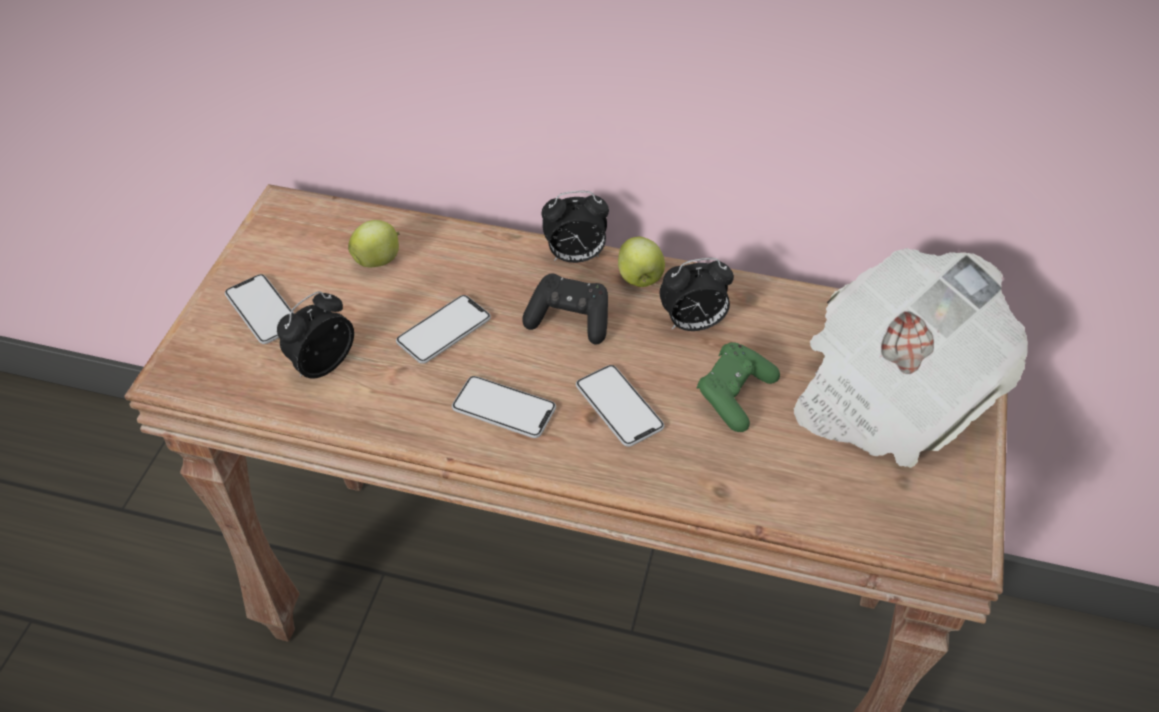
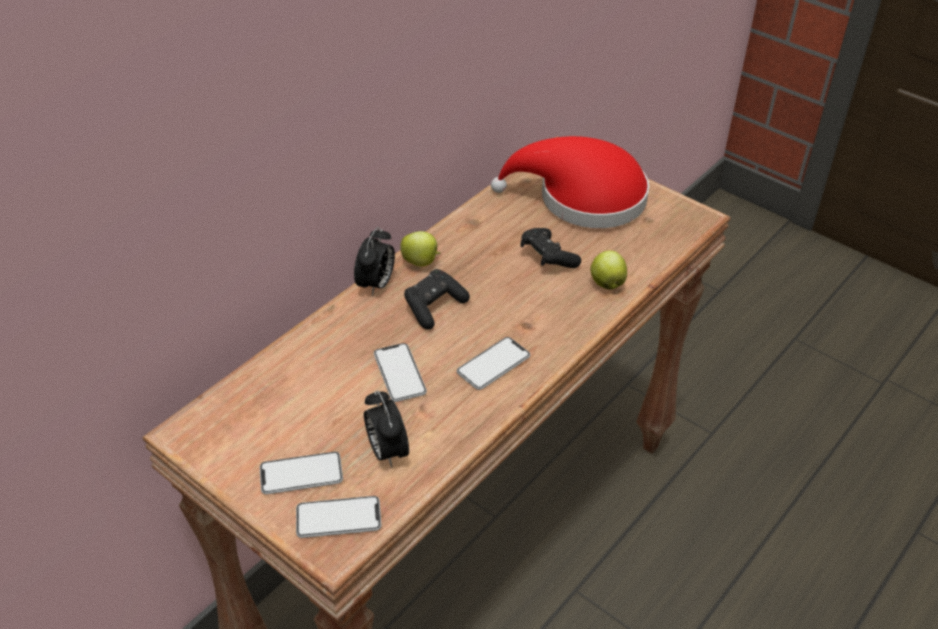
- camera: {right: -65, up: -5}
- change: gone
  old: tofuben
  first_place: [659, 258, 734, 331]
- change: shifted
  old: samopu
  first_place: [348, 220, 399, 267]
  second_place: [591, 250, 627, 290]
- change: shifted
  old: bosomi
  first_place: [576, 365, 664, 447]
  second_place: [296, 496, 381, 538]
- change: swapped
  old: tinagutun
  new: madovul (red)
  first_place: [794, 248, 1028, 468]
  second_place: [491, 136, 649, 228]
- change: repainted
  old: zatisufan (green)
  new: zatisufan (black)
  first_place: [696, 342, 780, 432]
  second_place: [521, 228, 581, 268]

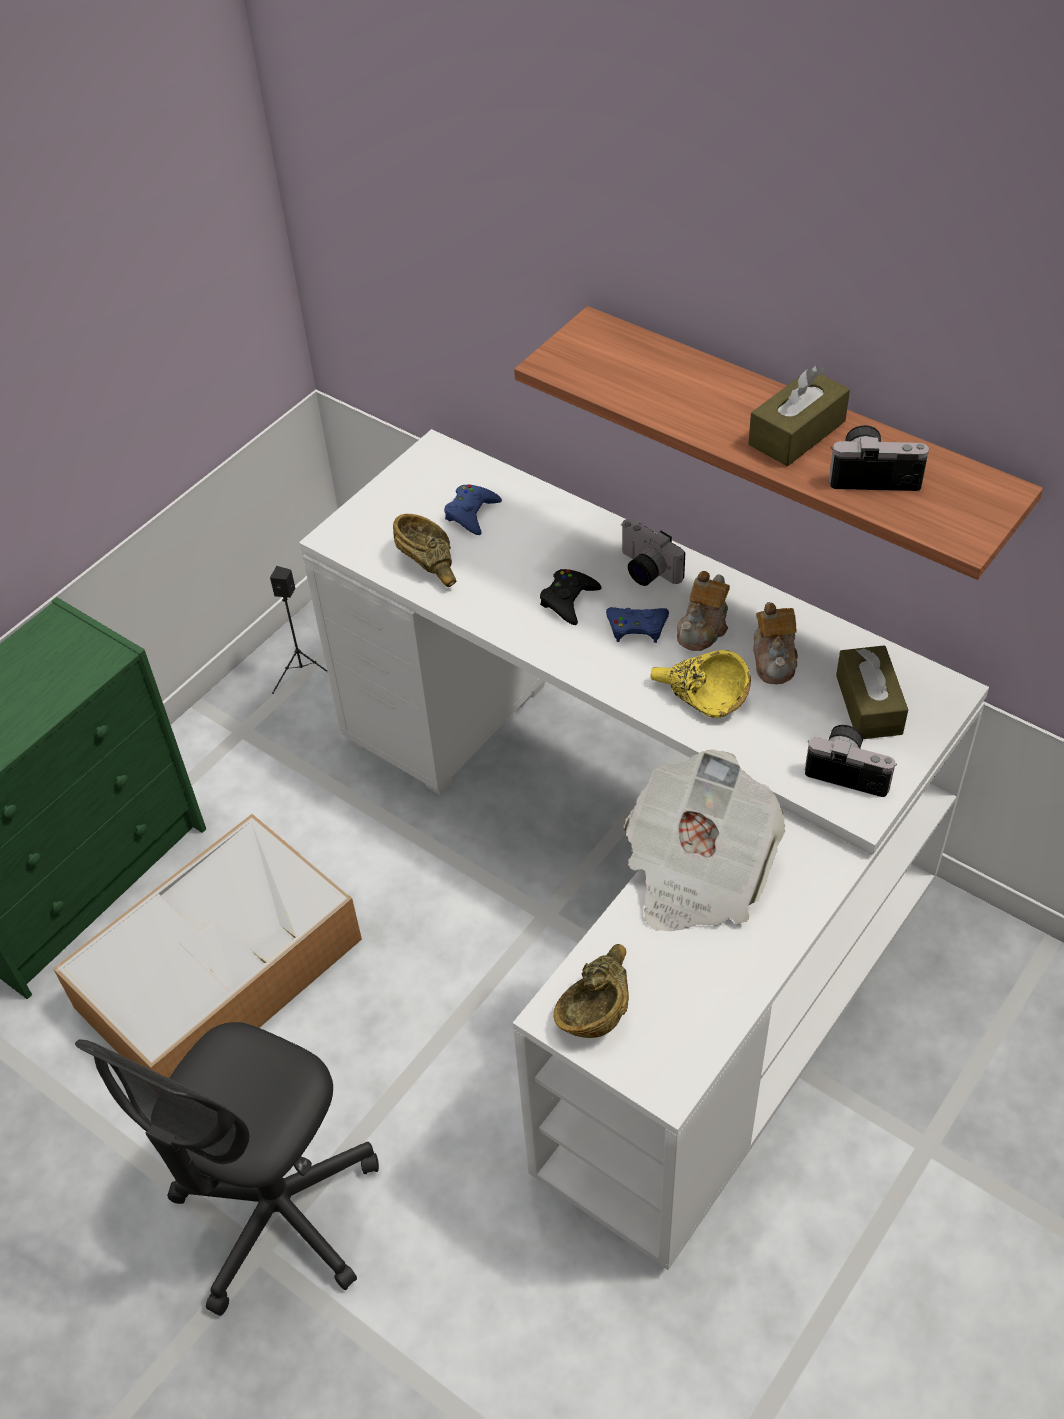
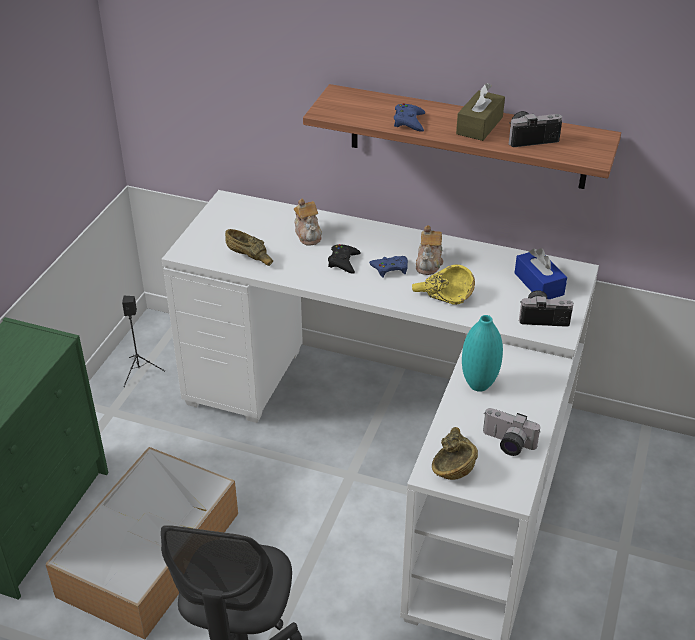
- camera: {right: -20, up: -10}
- change: shifted
  old: zatisufan (blue)
  first_place: [444, 485, 502, 535]
  second_place: [394, 103, 425, 132]
- change: shifted
  old: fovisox
  first_place: [622, 519, 685, 586]
  second_place: [483, 408, 540, 456]
- change: shifted
  old: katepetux
  first_place: [753, 602, 798, 684]
  second_place: [294, 198, 322, 246]
- change: swapped
  old: tinagutun
  new: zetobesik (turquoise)
  first_place: [624, 750, 785, 931]
  second_place: [462, 315, 503, 392]
- change: repainted
  old: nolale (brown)
  new: nolale (blue)
  first_place: [836, 645, 908, 739]
  second_place: [515, 248, 567, 299]

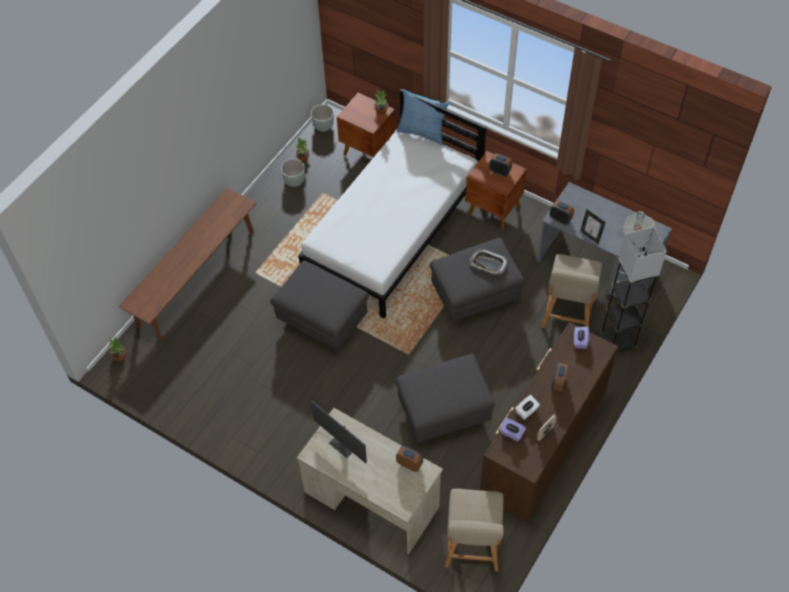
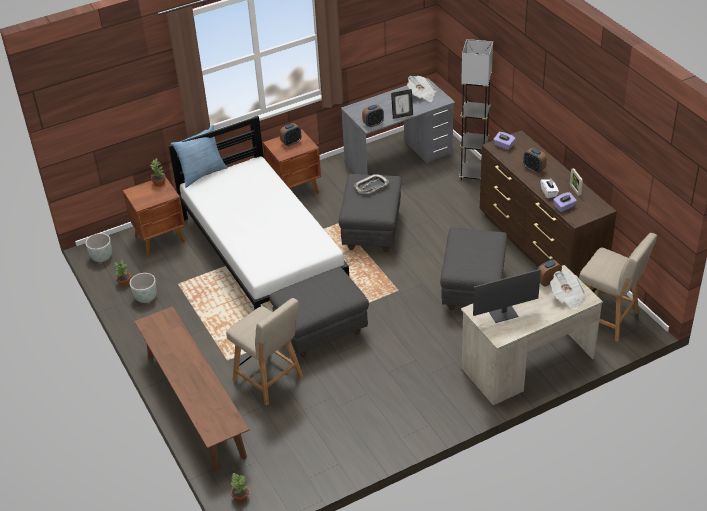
- camera: {right: -60, up: -15}
- change: new
  new: tinagutun
  second_place: [550, 271, 586, 310]
- change: shifted
  old: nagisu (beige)
  first_place: [541, 254, 602, 328]
  second_place: [226, 298, 303, 406]

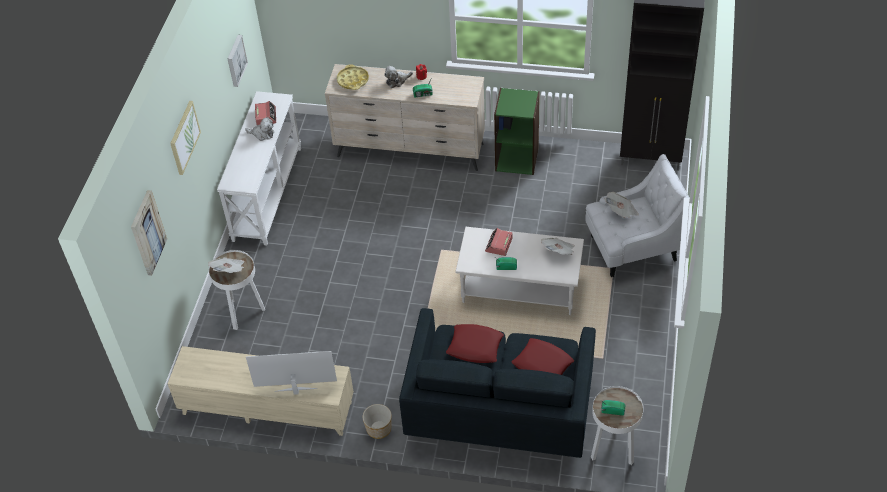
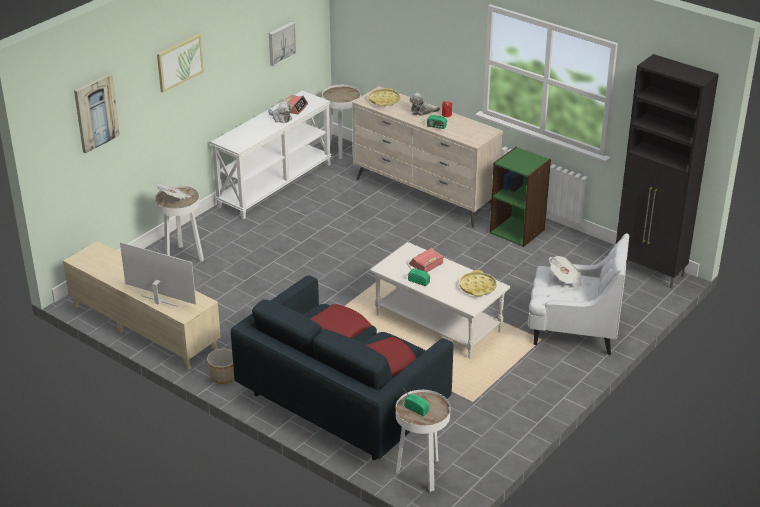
- camera: {right: 25, up: -15}
- change: new
  new: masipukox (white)
  second_place: [322, 85, 361, 159]
- change: swapped
  old: tinagutun
  new: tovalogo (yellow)
  first_place: [541, 238, 575, 255]
  second_place: [459, 270, 496, 296]

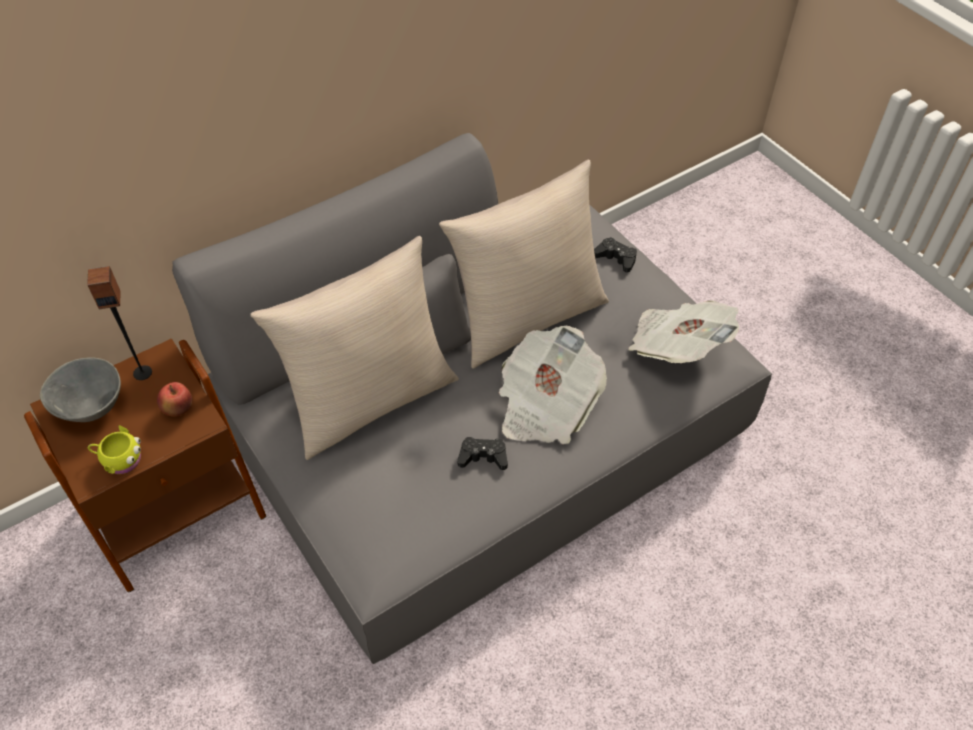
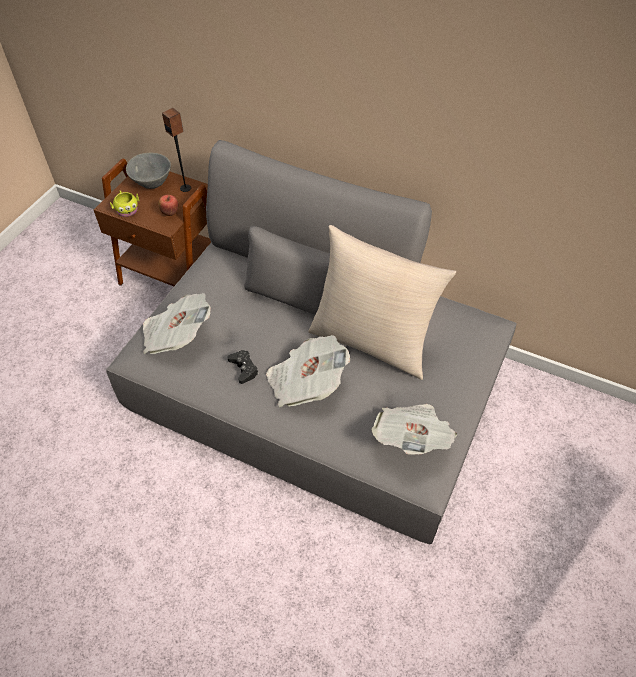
- camera: {right: 60, up: 0}
- change: gone
  old: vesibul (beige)
  first_place: [250, 236, 459, 460]
- change: gone
  old: zatisufan (black)
  first_place: [594, 237, 637, 273]
- change: new
  new: tinagutun
  second_place: [143, 293, 211, 354]

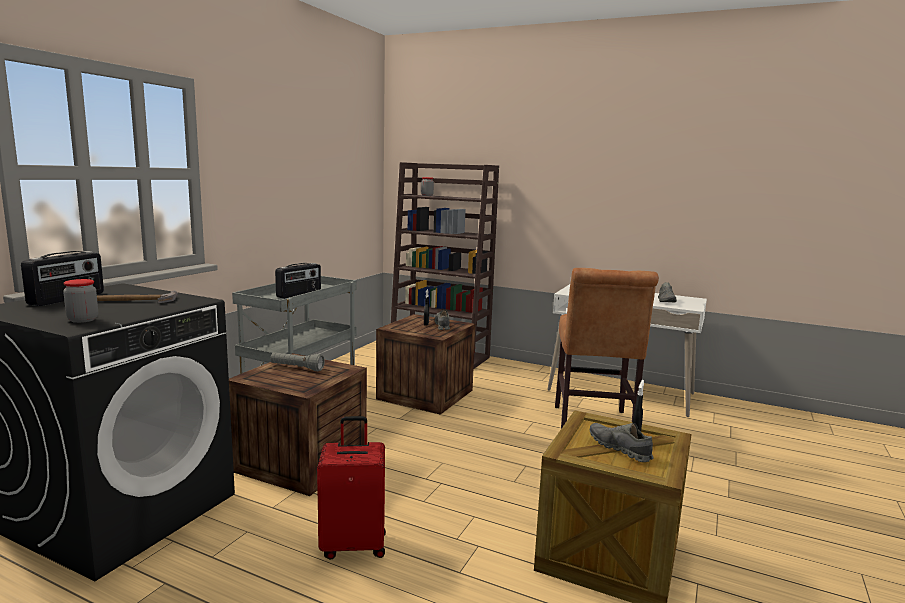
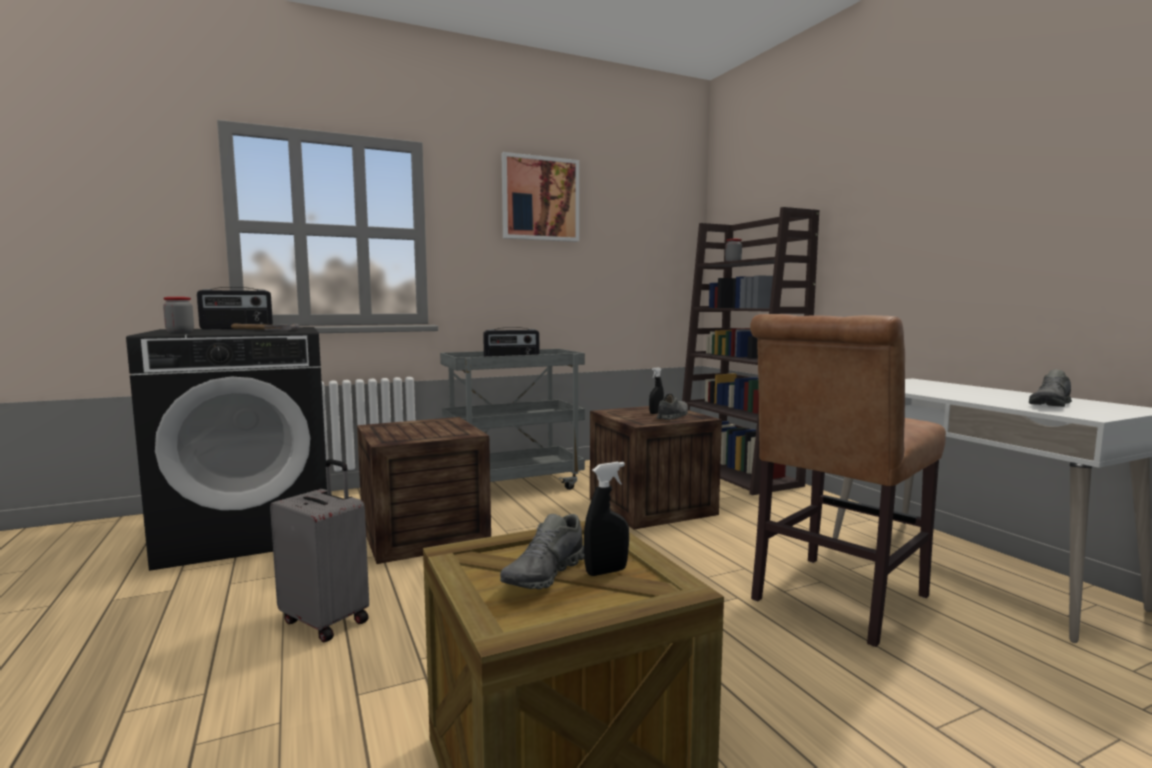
- camera: {right: 40, up: -5}
- change: gone
  old: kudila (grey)
  first_place: [270, 352, 325, 371]
- change: new
  new: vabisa
  second_place: [501, 152, 579, 242]
- change: repainted
  old: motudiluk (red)
  new: motudiluk (grey)
  first_place: [317, 416, 386, 559]
  second_place: [270, 459, 369, 642]
- change: rotated
  old: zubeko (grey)
  first_place: [590, 423, 654, 462]
  second_place: [500, 514, 584, 589]
  degrees: -150

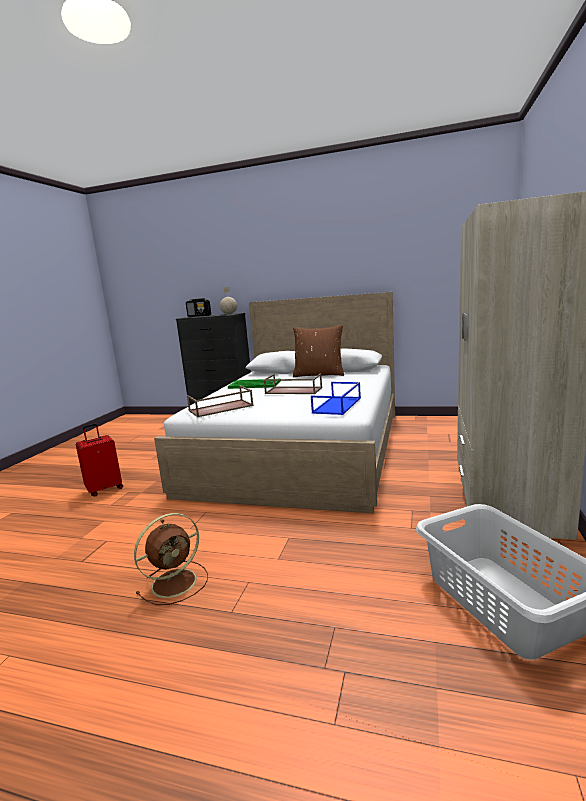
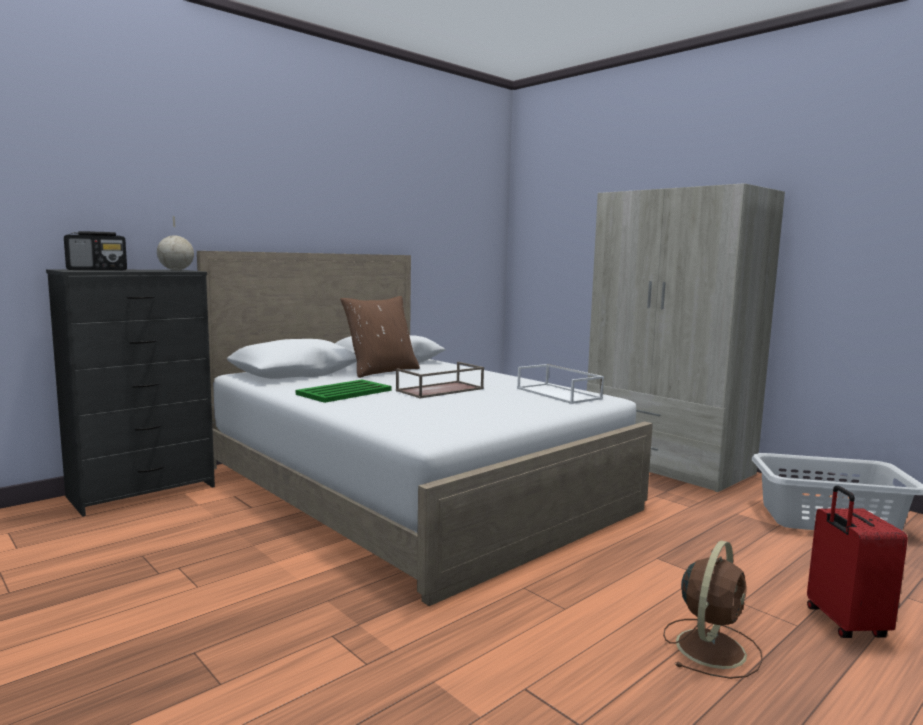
- camera: {right: -60, up: -5}
- change: gone
  old: tovalogo (brown)
  first_place: [187, 385, 254, 417]
- change: shifted
  old: motudiluk (red)
  first_place: [76, 423, 123, 496]
  second_place: [807, 485, 908, 638]
- change: repainted
  old: tovalogo (blue)
  new: tovalogo (white)
  first_place: [311, 382, 361, 415]
  second_place: [517, 364, 604, 404]
- change: rotated
  old: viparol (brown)
  first_place: [134, 513, 208, 605]
  second_place: [663, 541, 763, 679]
  degrees: 45

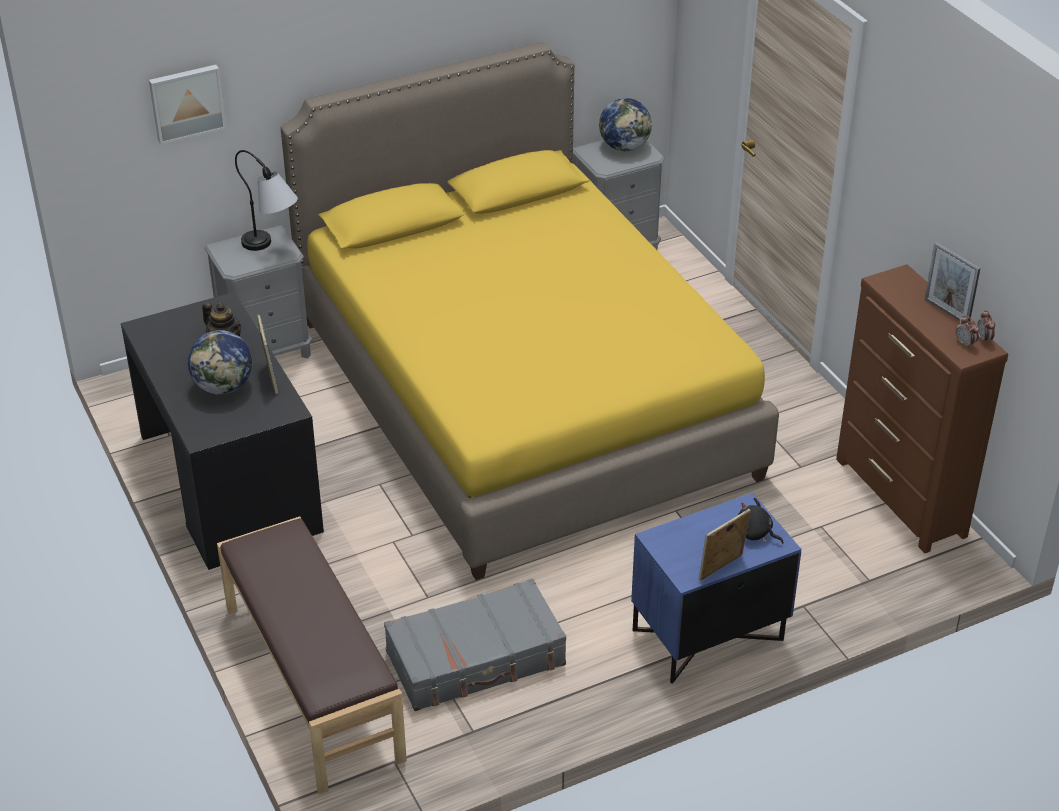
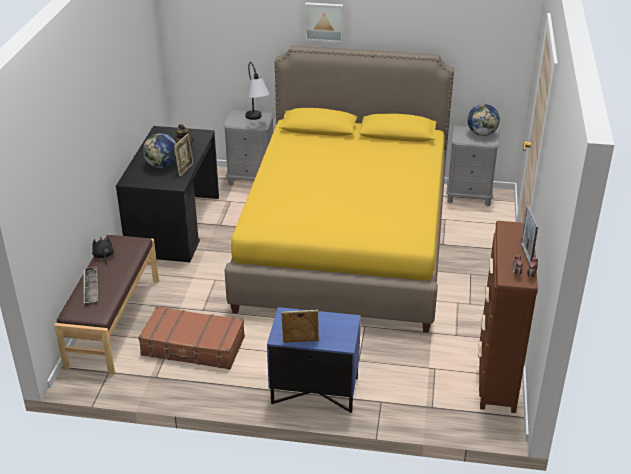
- camera: {right: 35, up: -5}
- change: new
  new: tovalogo
  second_place: [83, 267, 98, 306]
- change: shifted
  old: vabisa
  first_place: [149, 65, 226, 144]
  second_place: [305, 2, 343, 42]
- change: shifted
  old: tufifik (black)
  first_place: [738, 498, 784, 544]
  second_place: [92, 236, 114, 264]
- change: repainted
  old: motudiluk (grey)
  new: motudiluk (brown)
  first_place: [384, 578, 566, 711]
  second_place: [138, 306, 245, 370]

